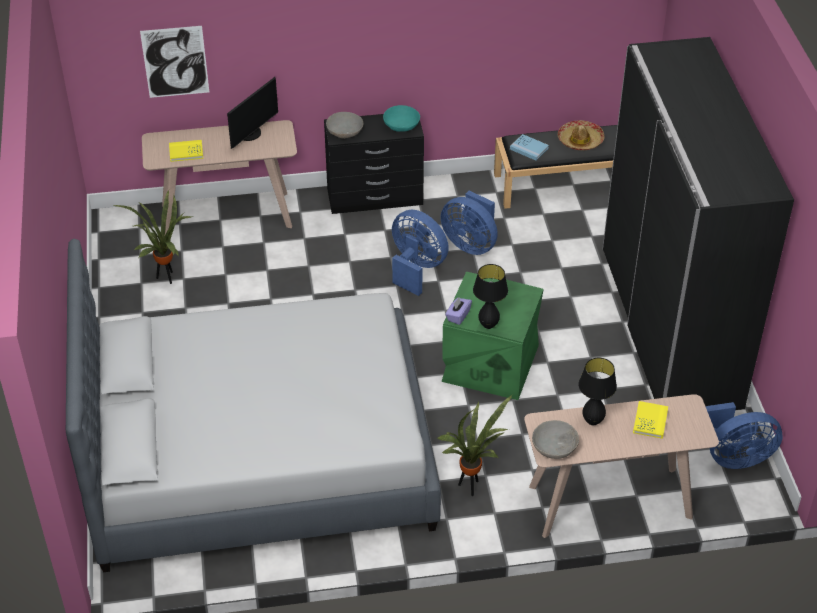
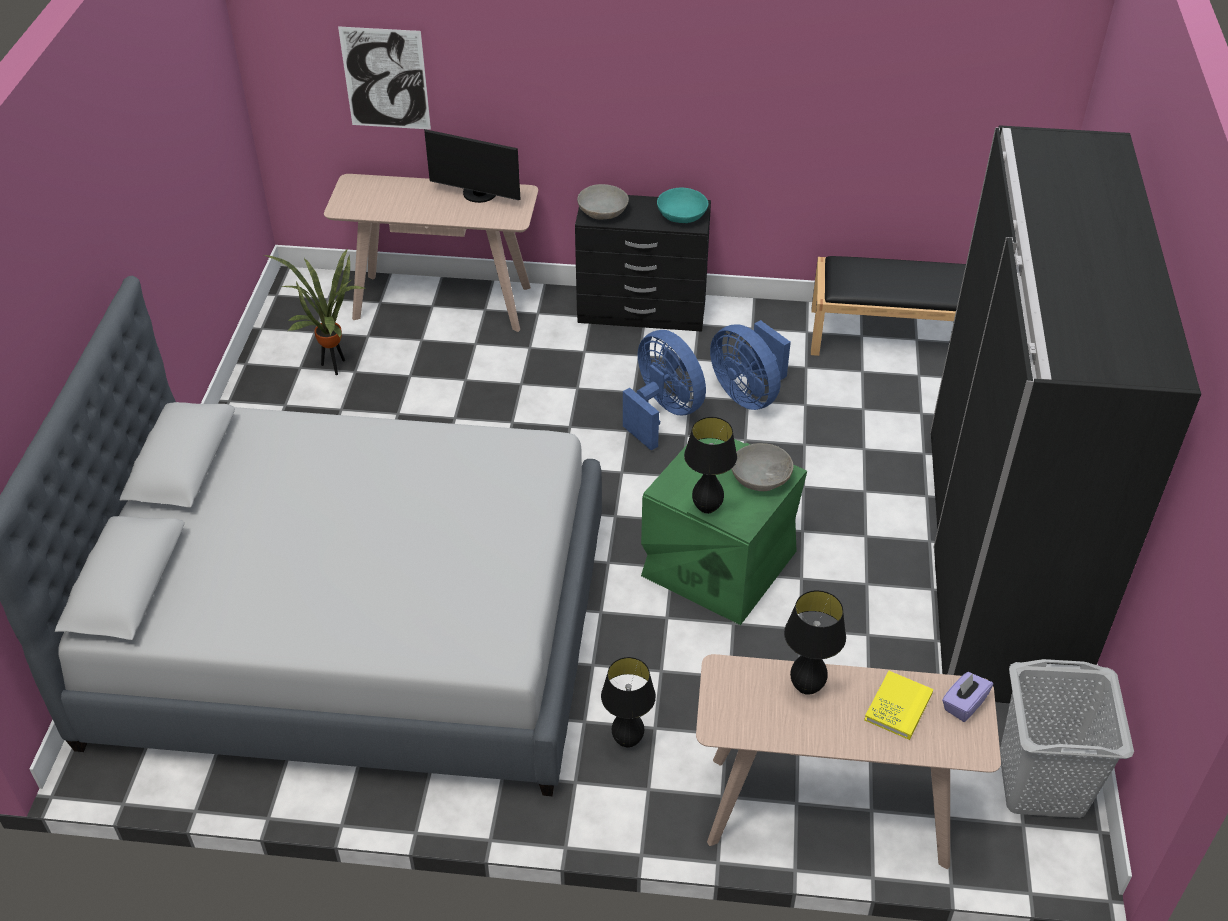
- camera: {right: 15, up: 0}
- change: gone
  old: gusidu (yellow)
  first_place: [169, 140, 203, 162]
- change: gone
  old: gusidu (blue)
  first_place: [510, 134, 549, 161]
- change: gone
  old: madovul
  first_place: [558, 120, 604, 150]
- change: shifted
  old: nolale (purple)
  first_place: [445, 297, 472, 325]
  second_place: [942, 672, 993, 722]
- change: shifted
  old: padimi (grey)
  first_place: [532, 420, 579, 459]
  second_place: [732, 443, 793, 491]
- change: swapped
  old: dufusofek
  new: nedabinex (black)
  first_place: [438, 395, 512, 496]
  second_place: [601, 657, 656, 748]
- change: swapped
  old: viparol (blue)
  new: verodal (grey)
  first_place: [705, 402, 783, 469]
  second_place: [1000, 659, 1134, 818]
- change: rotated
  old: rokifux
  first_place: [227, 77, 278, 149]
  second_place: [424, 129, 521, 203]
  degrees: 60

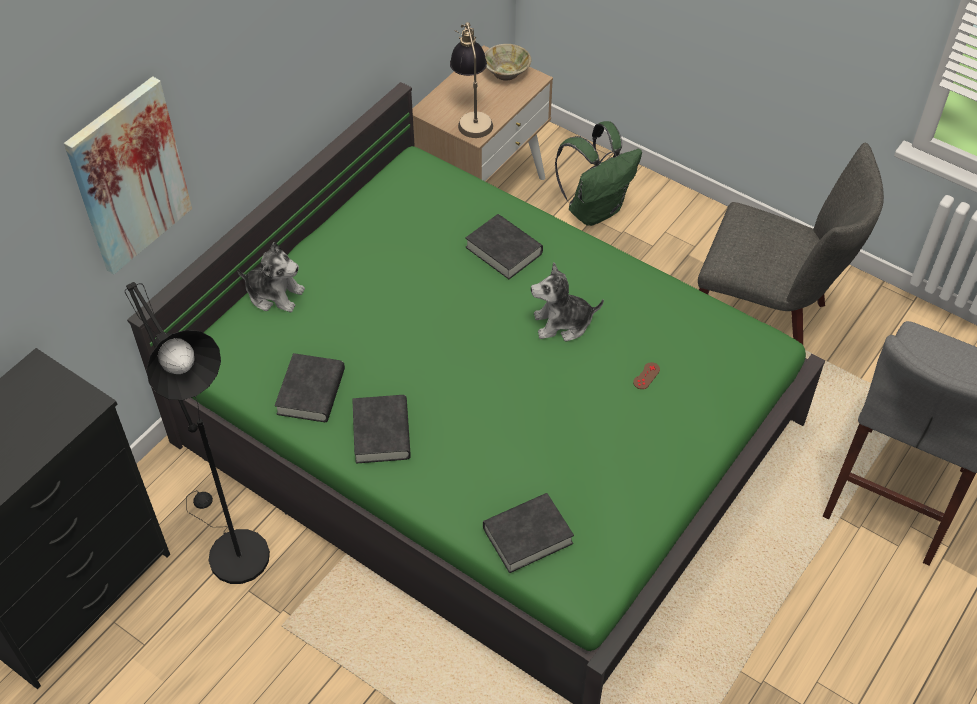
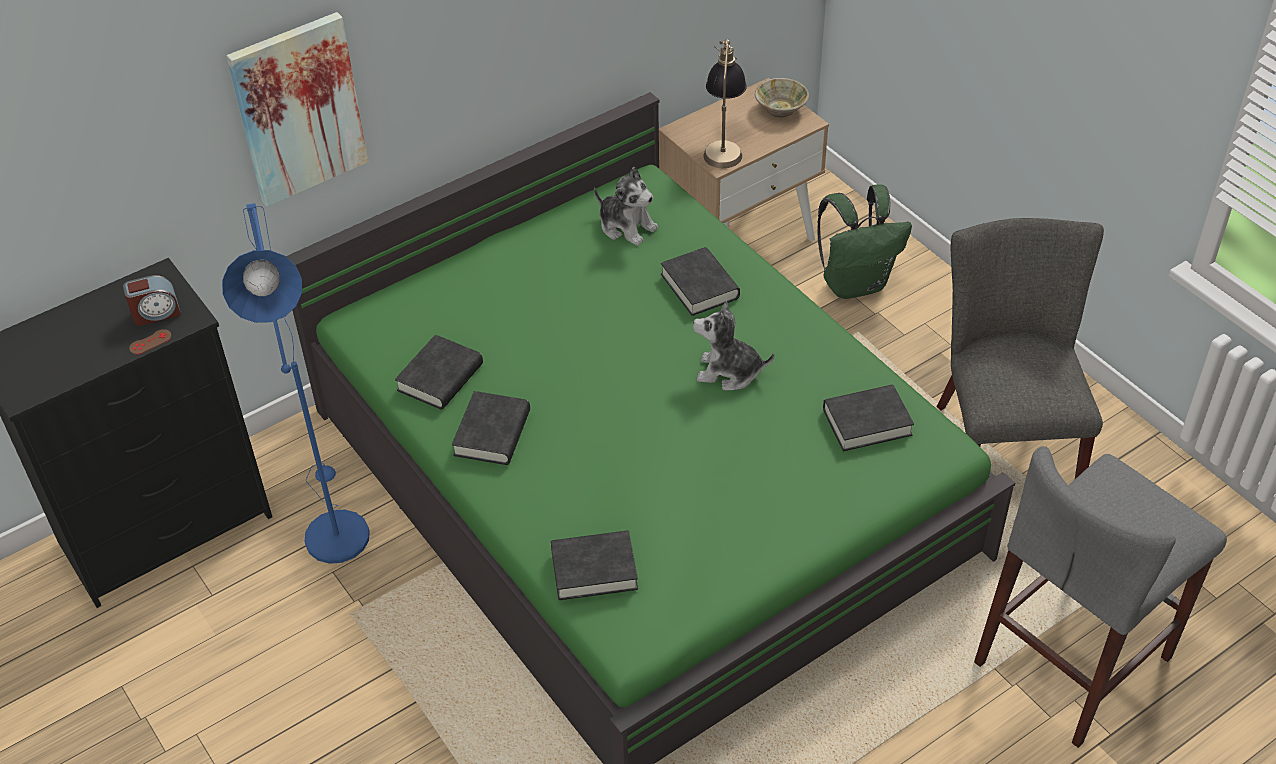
- camera: {right: 20, up: -5}
- change: new
  new: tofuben
  second_place: [123, 275, 181, 326]
- change: new
  new: gusidu (black)
  second_place: [823, 385, 914, 451]
- change: shifted
  old: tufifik
  first_place: [237, 242, 305, 312]
  second_place: [594, 167, 658, 246]
- change: shifted
  old: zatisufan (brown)
  first_place: [633, 362, 660, 389]
  second_place: [129, 329, 172, 355]
- change: repainted
  old: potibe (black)
  new: potibe (blue)
  first_place: [125, 282, 270, 584]
  second_place: [222, 203, 370, 564]
- change: rotated
  old: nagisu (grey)
  first_place: [698, 143, 884, 344]
  second_place: [937, 218, 1104, 479]
  degrees: -135

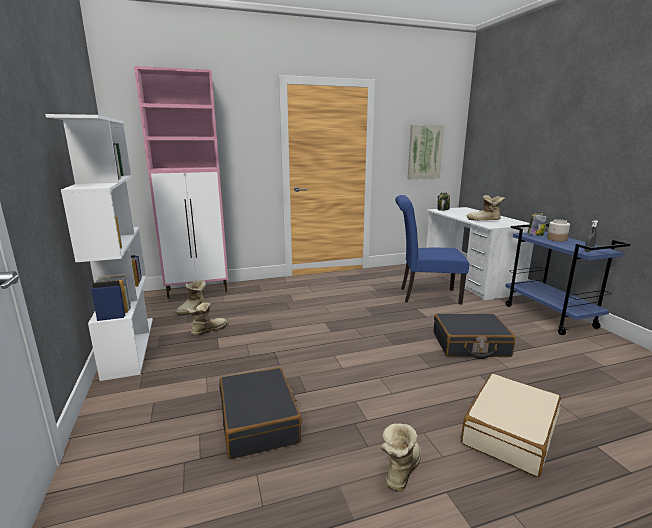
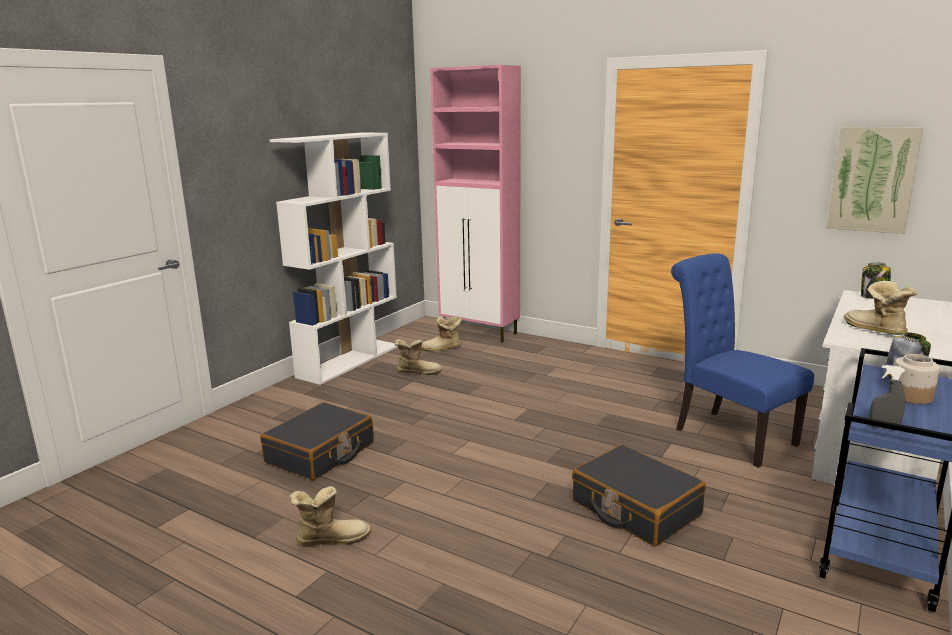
- camera: {right: 50, up: 0}
- change: gone
  old: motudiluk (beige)
  first_place: [461, 373, 561, 477]

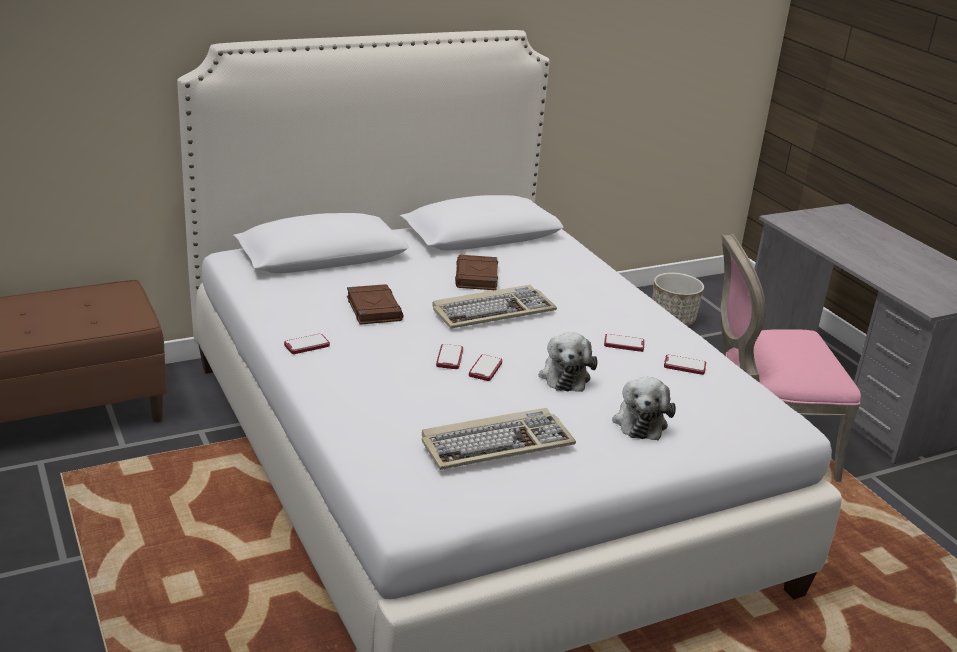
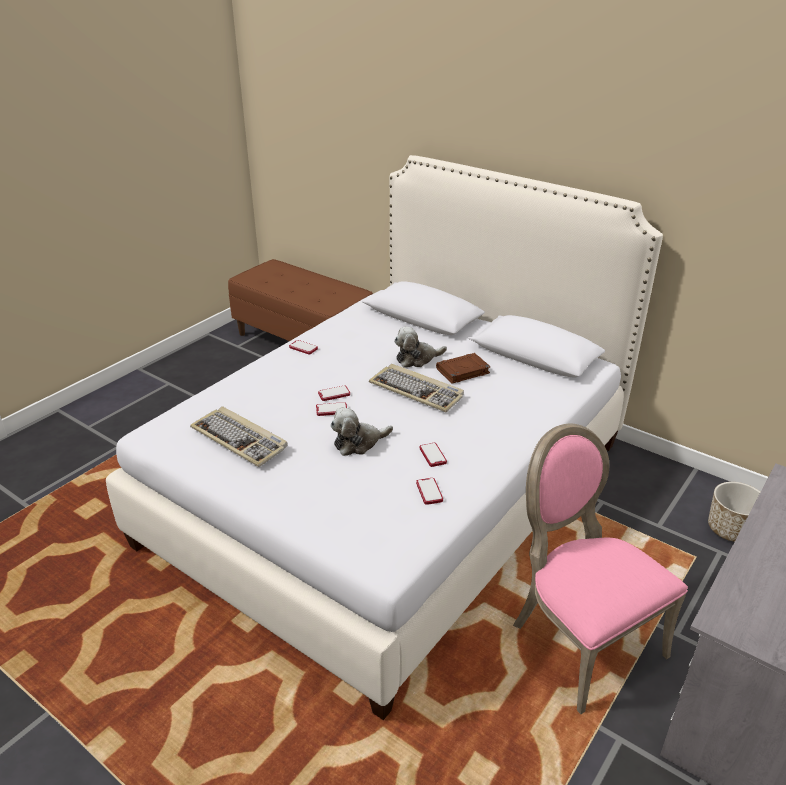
- camera: {right: 65, up: 5}
- change: gone
  old: gusidu (brown)
  first_place: [347, 284, 403, 325]
- change: shifted
  old: tufifik
  first_place: [612, 377, 676, 440]
  second_place: [394, 327, 447, 367]

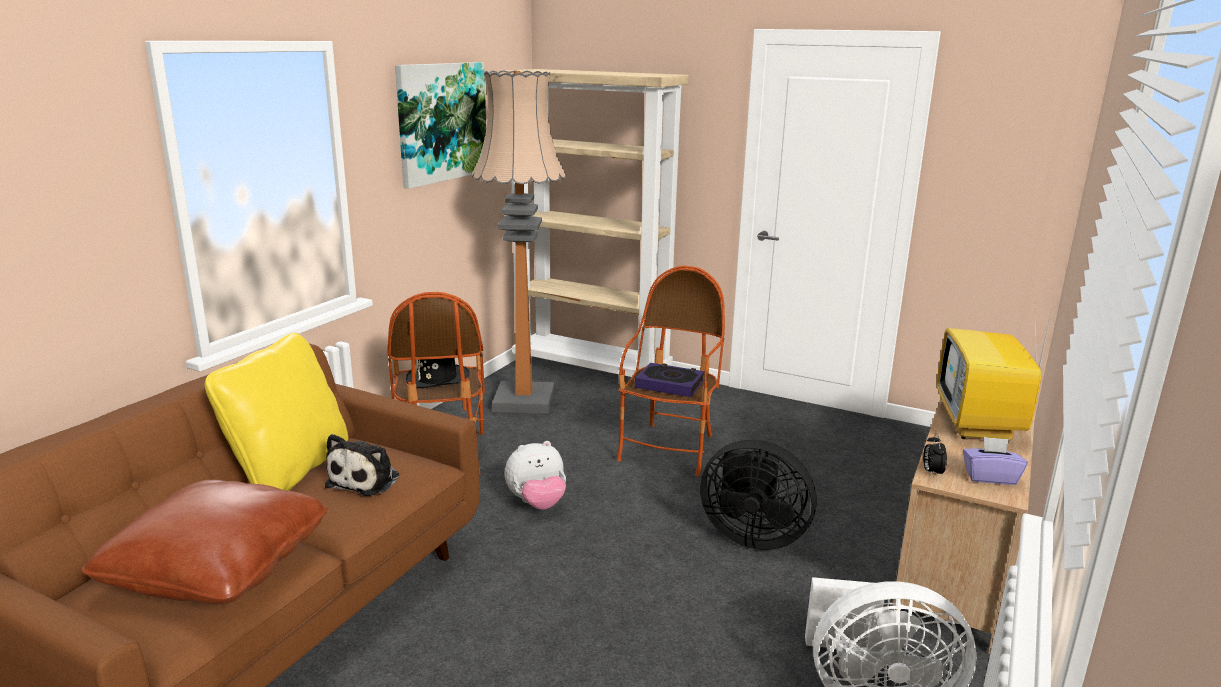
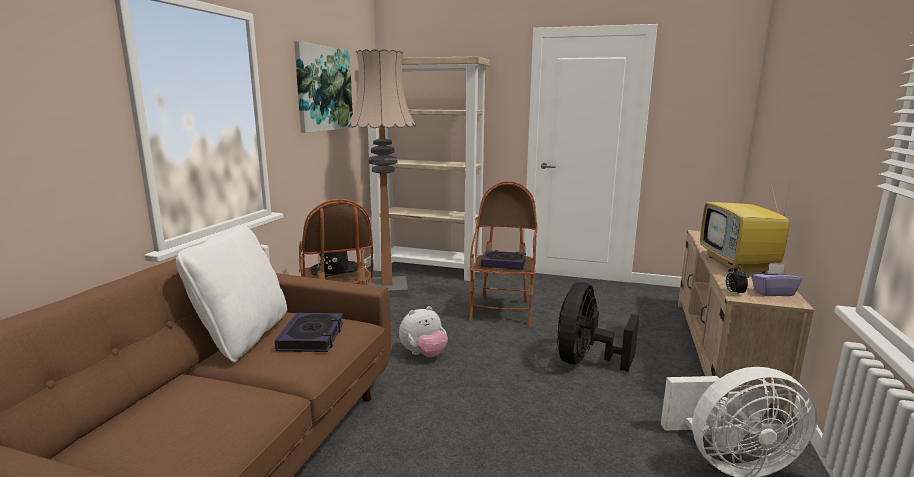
- camera: {right: -10, up: -5}
- change: gone
  old: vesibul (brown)
  first_place: [81, 480, 327, 605]
- change: swapped
  old: tufifik
  new: gusidu
  first_place: [325, 434, 399, 496]
  second_place: [275, 313, 343, 352]
- change: repainted
  old: vesibul (yellow)
  new: vesibul (white)
  first_place: [205, 333, 348, 491]
  second_place: [176, 225, 287, 362]
- change: rotated
  old: viparol (black)
  first_place: [700, 440, 817, 550]
  second_place: [557, 282, 640, 372]
  degrees: 105

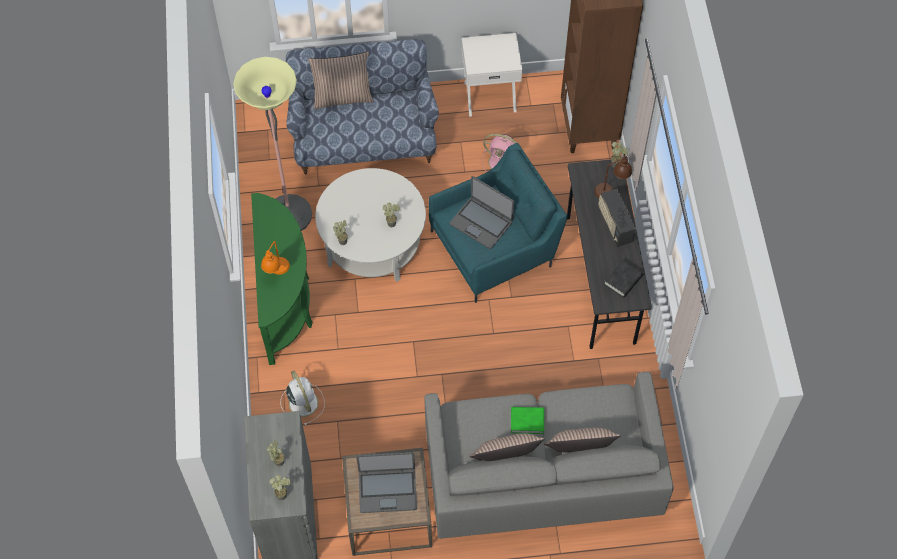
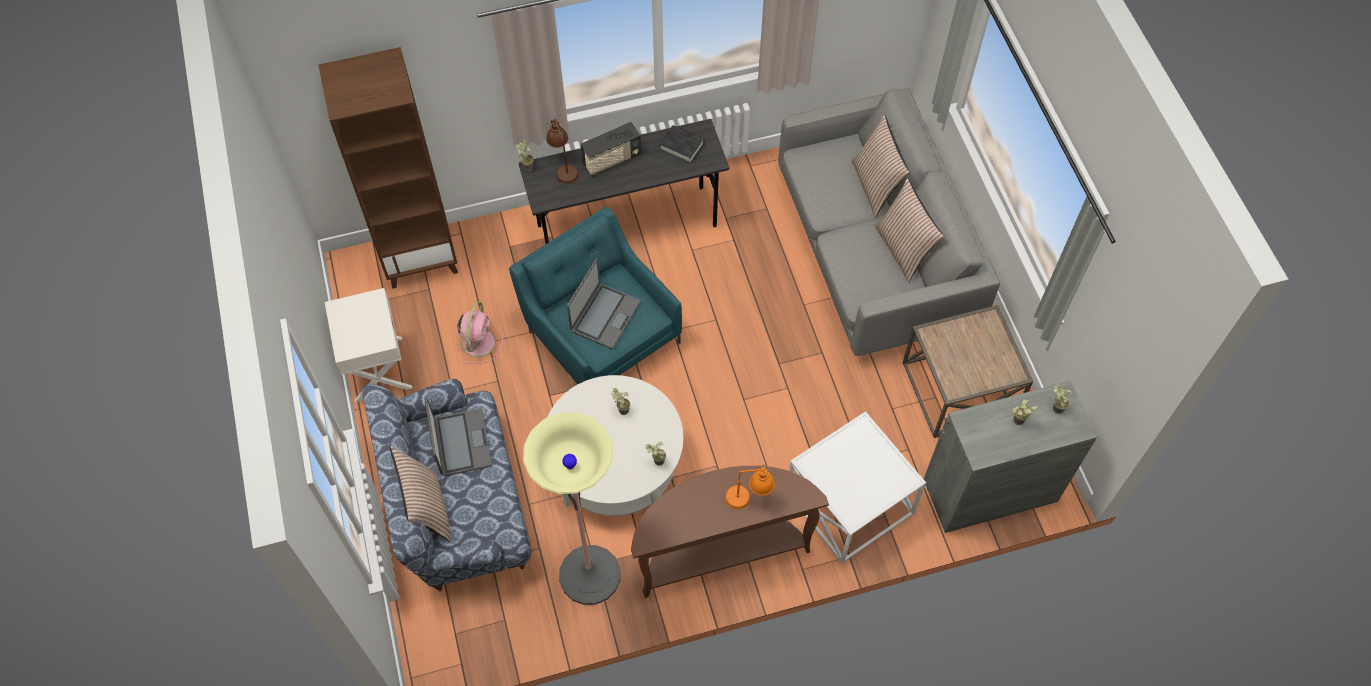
- camera: {right: -100, up: 0}
- change: gone
  old: gusidu (green)
  first_place: [511, 407, 544, 434]
- change: shifted
  old: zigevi
  first_place: [356, 452, 417, 513]
  second_place: [424, 396, 492, 476]
- change: swapped
  old: viparol (white)
  new: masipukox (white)
  first_place: [280, 371, 325, 425]
  second_place: [789, 411, 926, 563]
- change: repainted
  old: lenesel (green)
  new: lenesel (brown)
  first_place: [251, 193, 313, 365]
  second_place: [631, 466, 829, 598]

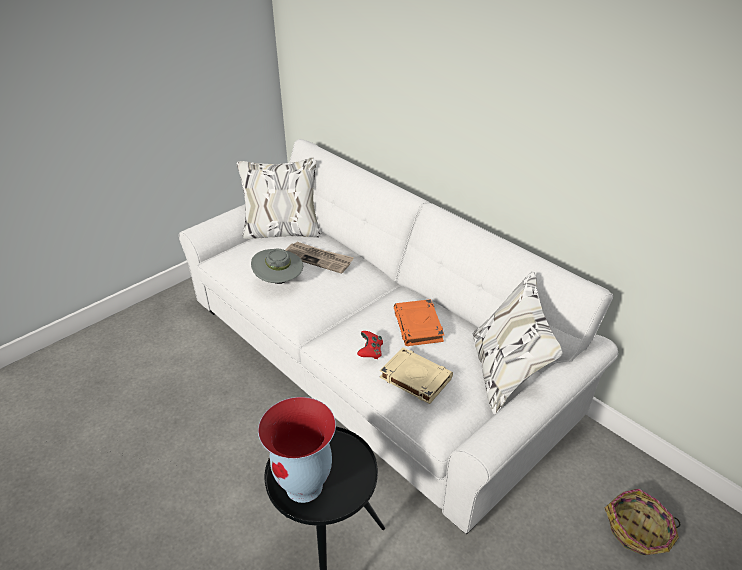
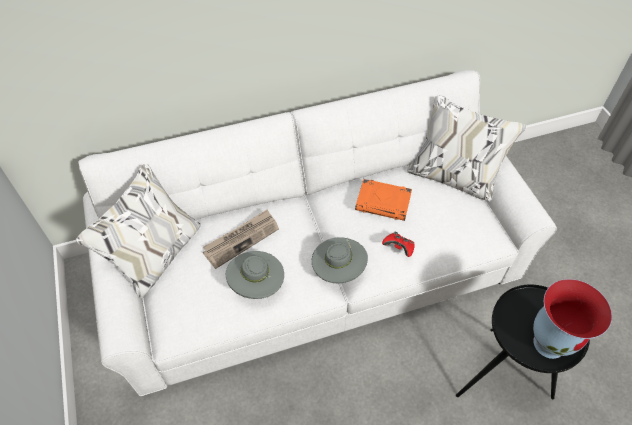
- camera: {right: -65, up: 15}
- change: gone
  old: gusidu (beige)
  first_place: [380, 347, 453, 404]
- change: gone
  old: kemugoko
  first_place: [605, 489, 680, 555]
- change: new
  new: madovul (grey)
  second_place: [312, 237, 368, 284]

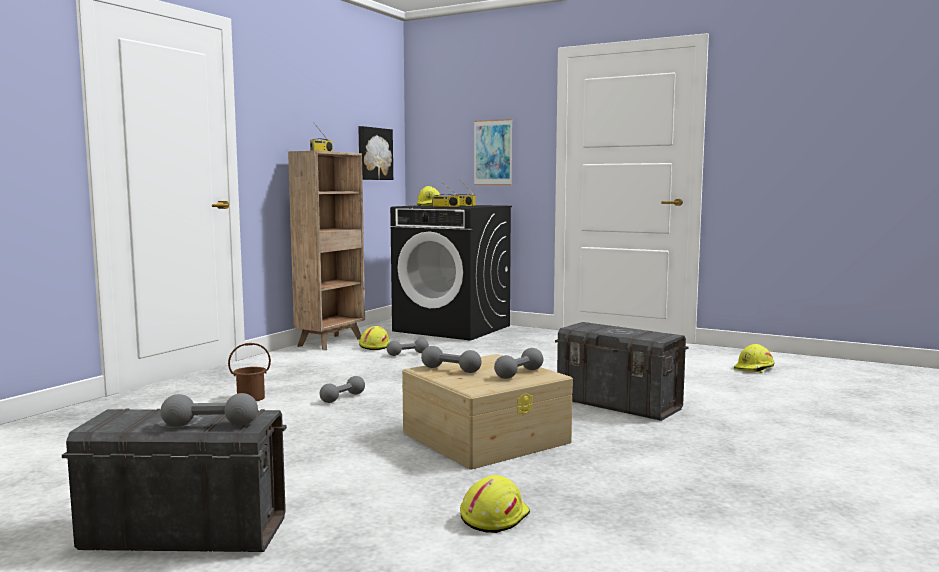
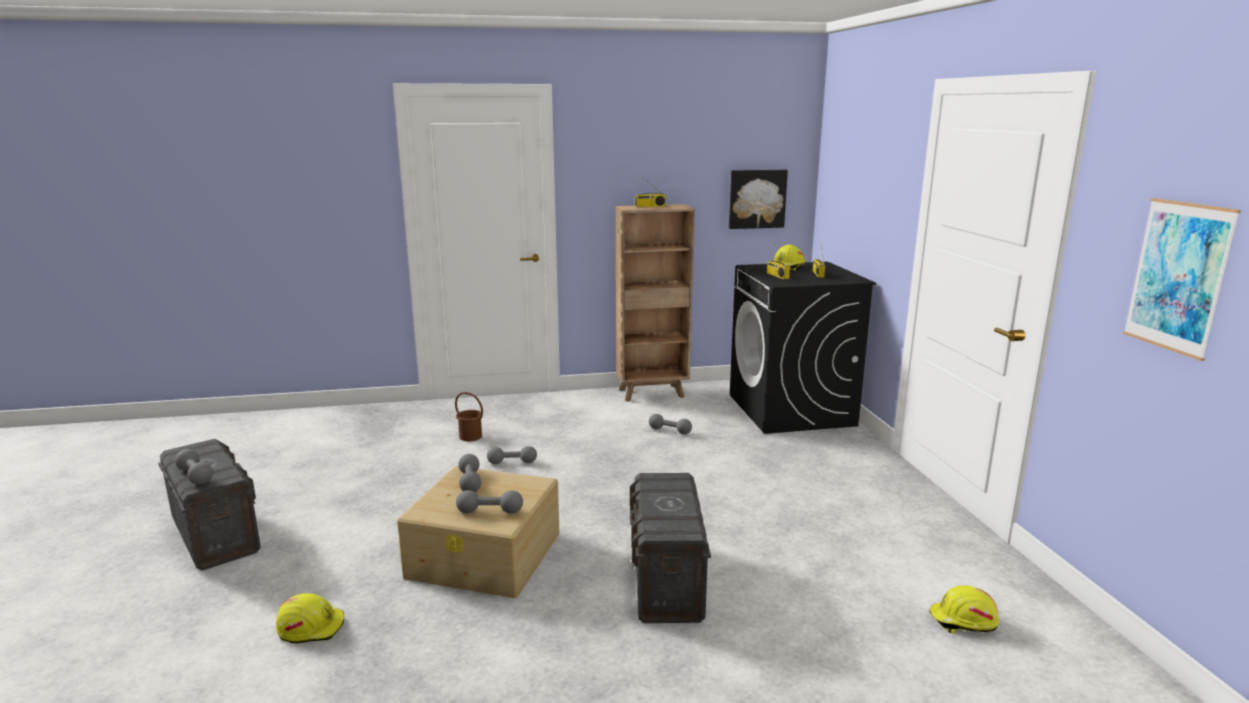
- camera: {right: 50, up: 10}
- change: gone
  old: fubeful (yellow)
  first_place: [359, 326, 390, 350]
- change: shifted
  old: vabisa
  first_place: [474, 119, 513, 185]
  second_place: [1123, 198, 1241, 361]

